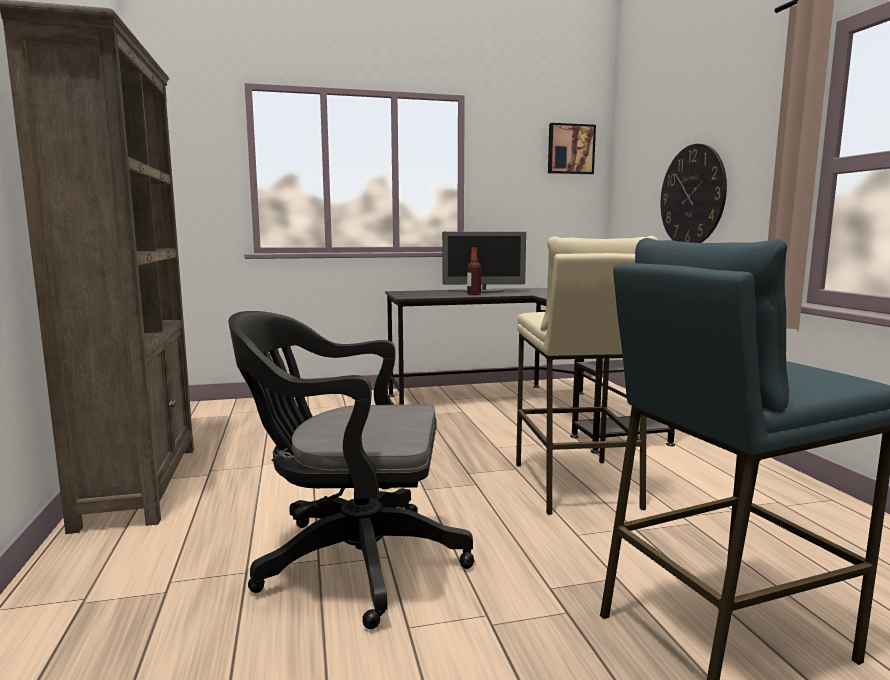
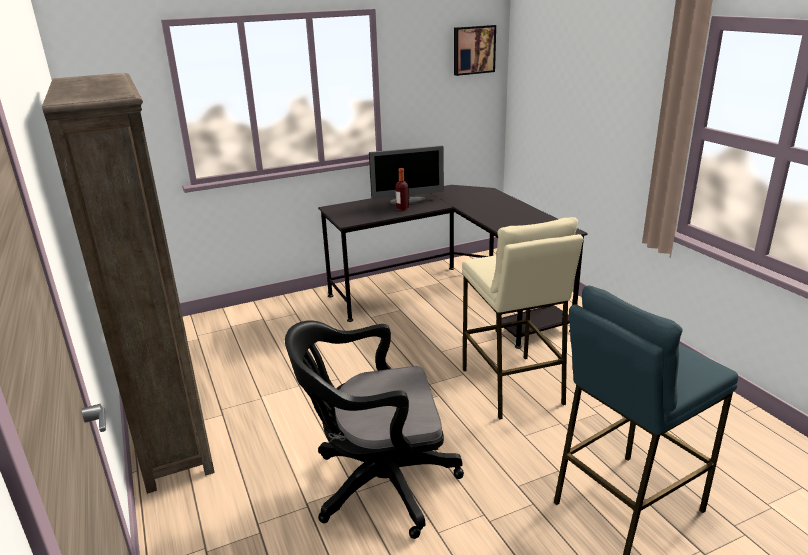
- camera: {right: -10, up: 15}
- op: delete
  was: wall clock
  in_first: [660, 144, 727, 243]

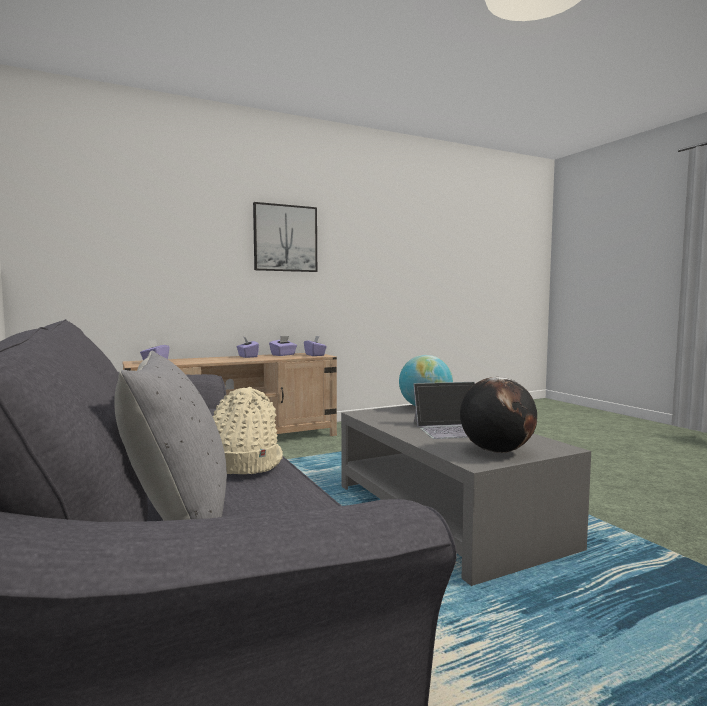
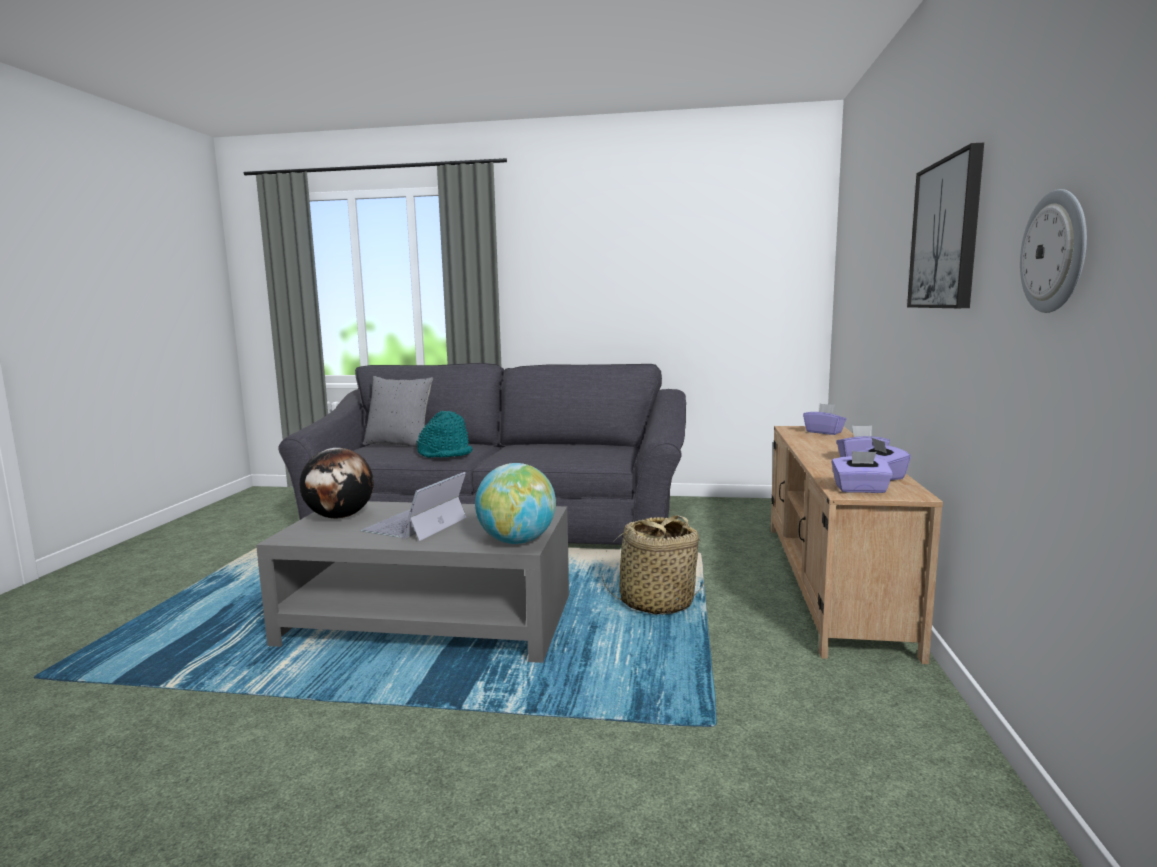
- camera: {right: 125, up: 5}
- op: recolor
  was: hat in beige
  now: hat in turquoise
  in_first: [212, 387, 283, 474]
  in_second: [417, 411, 472, 458]
- op: insert
  now: basket
  in_second: [601, 515, 704, 615]
- op: insert
  now: wall clock
  in_second: [1020, 189, 1087, 313]

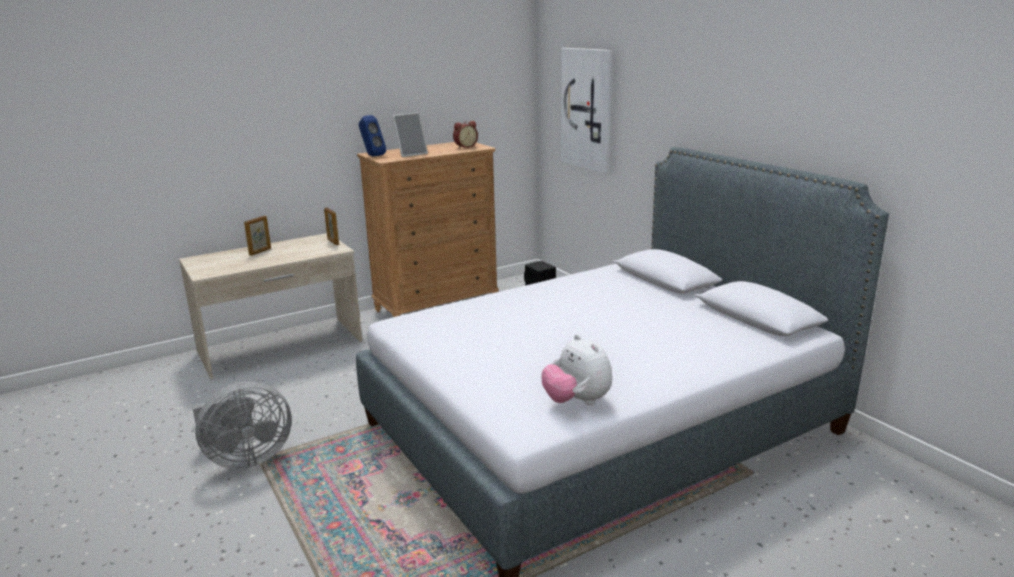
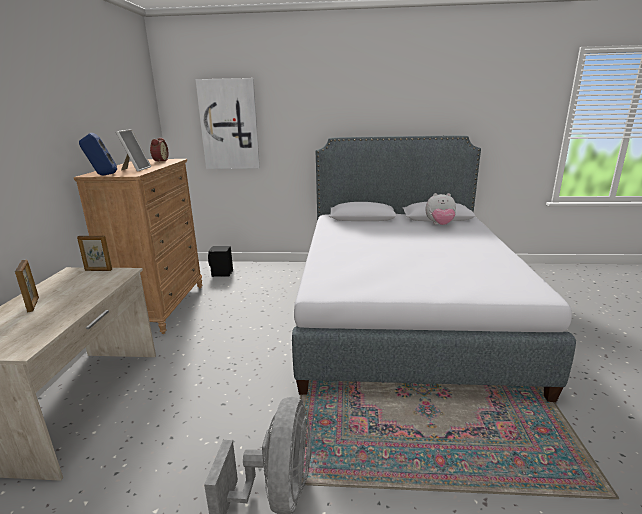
- camera: {right: -55, up: 0}
- op: move
  was: plush toy
  in_first: [541, 334, 612, 405]
  in_second: [425, 193, 456, 225]

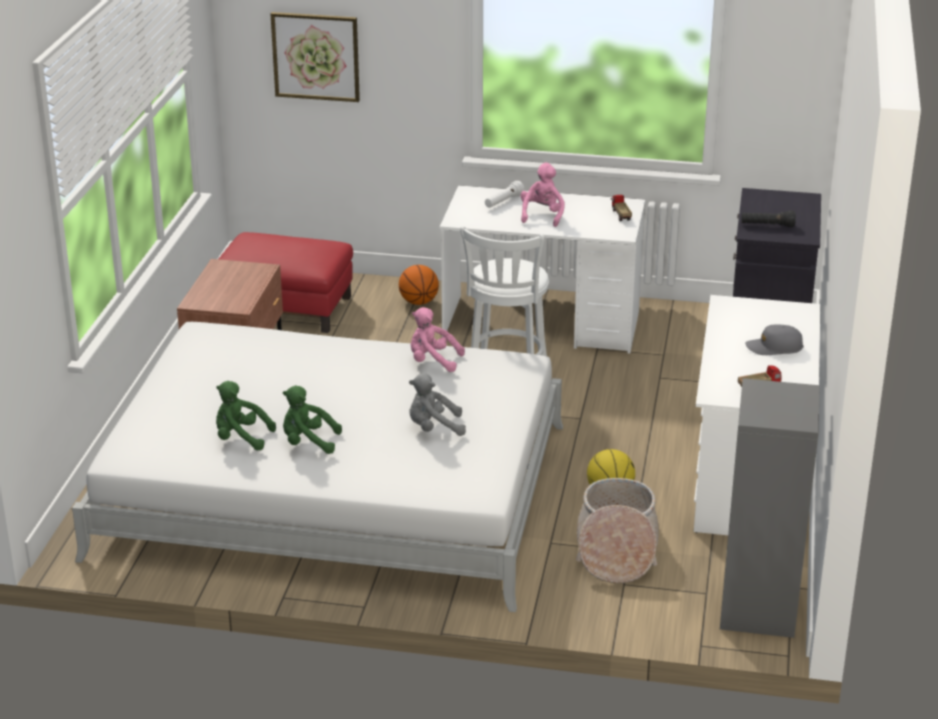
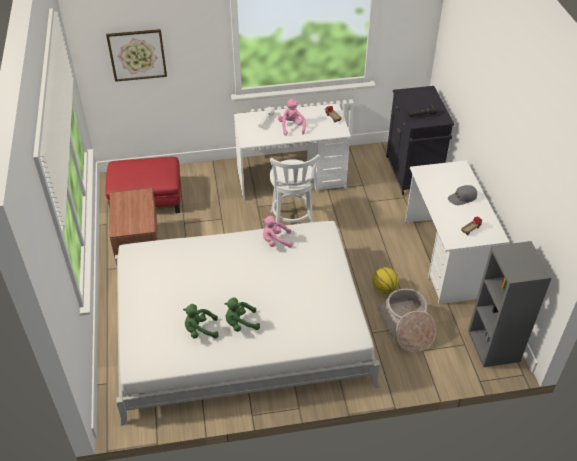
- camera: {right: -20, up: 15}
- op: delete
  was: basketball
  in_first: [399, 265, 439, 305]
- op: delete
  was: plush toy in grey
  in_first: [409, 373, 466, 436]

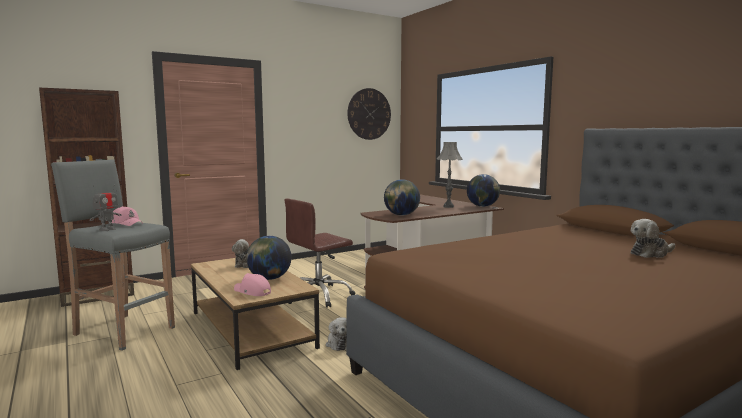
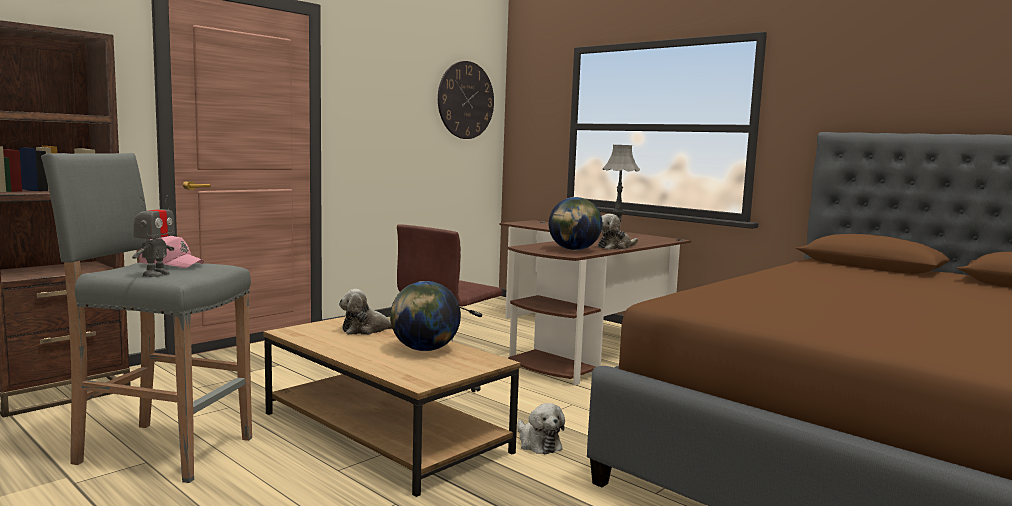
- camera: {right: -15, up: 0}
- op: move
  was: plush toy
  in_first: [631, 219, 675, 258]
  in_second: [598, 214, 638, 250]
- op: delete
  was: cap in pink
  in_first: [234, 273, 271, 296]
- op: delete
  was: globe
  in_first: [467, 174, 500, 207]

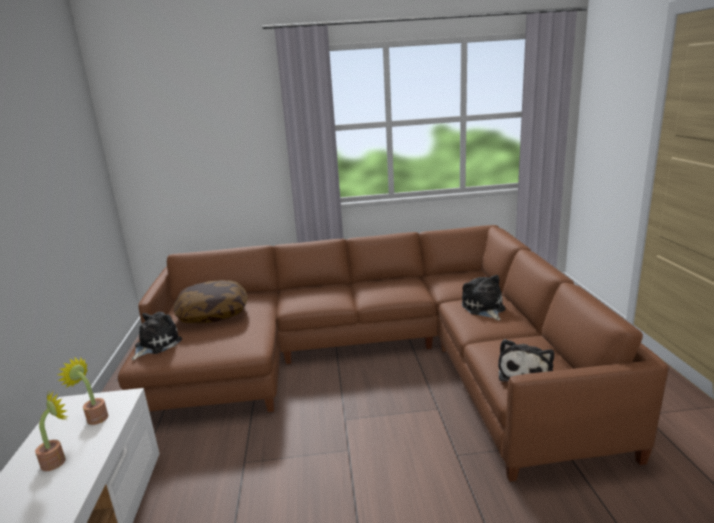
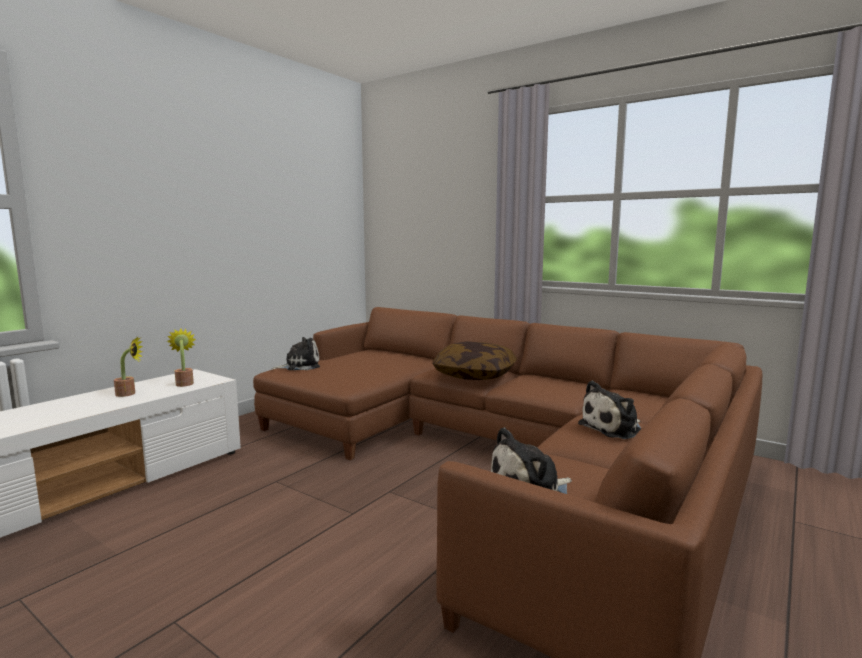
- camera: {right: 40, up: -10}
- op: move
  was: pillow
  in_first: [174, 280, 247, 323]
  in_second: [432, 341, 517, 380]
- op: rotate
  was: plush toy
  in_first: [462, 275, 506, 320]
  in_second: [578, 381, 641, 439]
  clockwise: -150

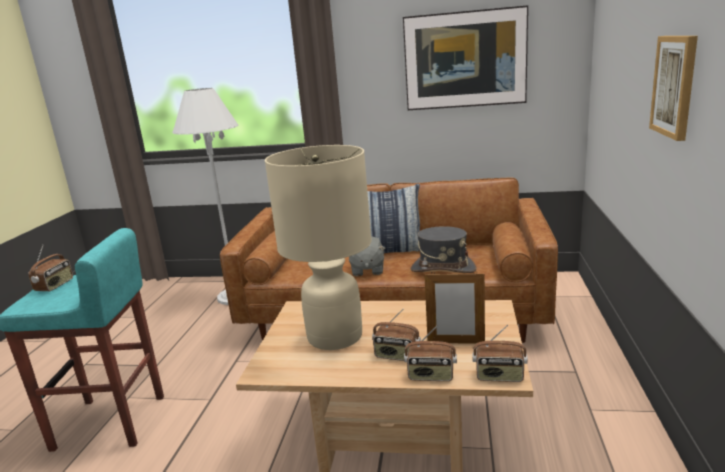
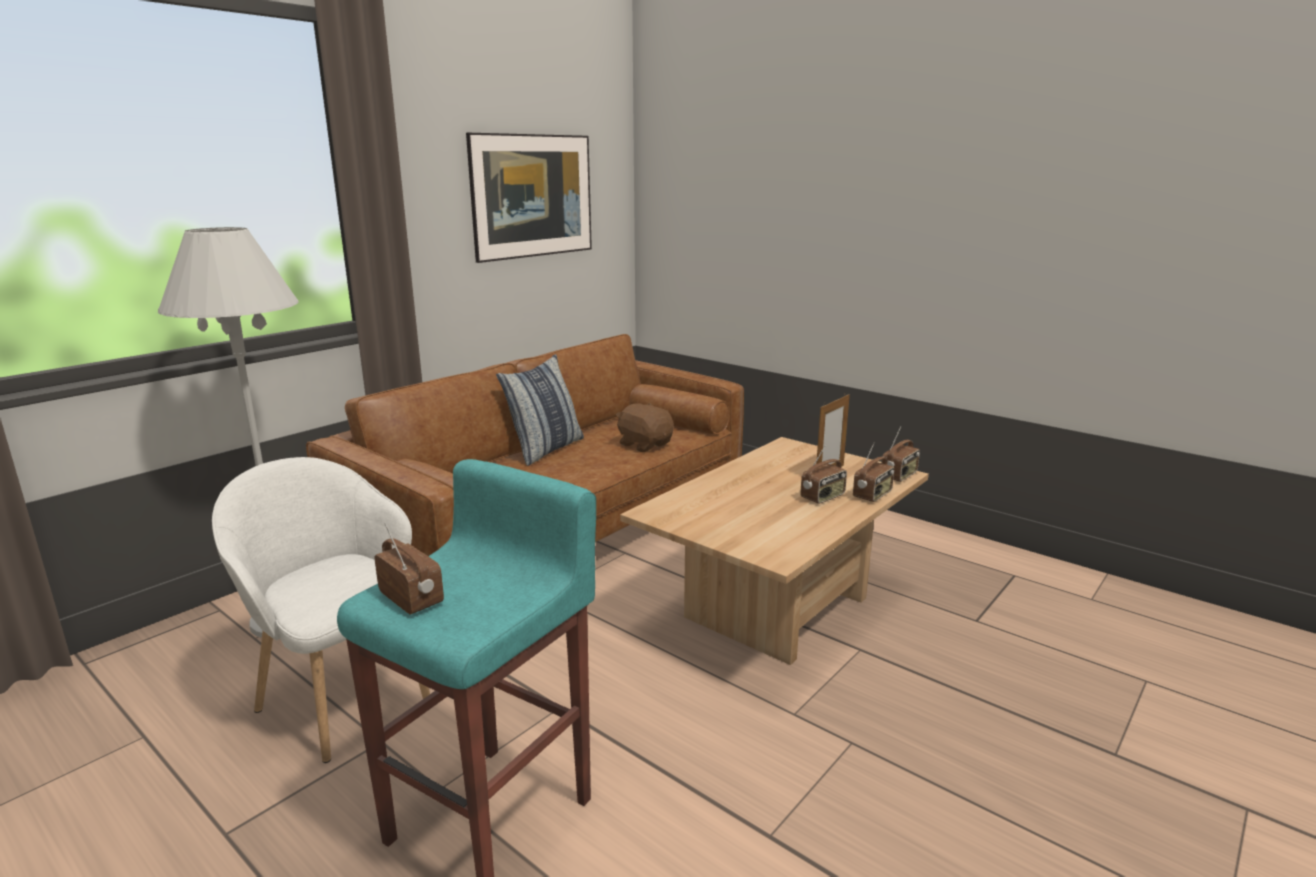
- camera: {right: -60, up: 0}
- op: insert
  now: armchair in white
  in_second: [212, 457, 430, 763]
- op: replace
  was: hat in grey
  now: plush toy in brown
  in_first: [411, 226, 477, 273]
  in_second: [616, 403, 674, 452]
- op: delete
  was: table lamp in beige
  in_first: [265, 145, 372, 350]
- op: delete
  was: plush toy in grey
  in_first: [349, 236, 385, 277]
- op: delete
  was: picture
  in_first: [649, 36, 698, 141]

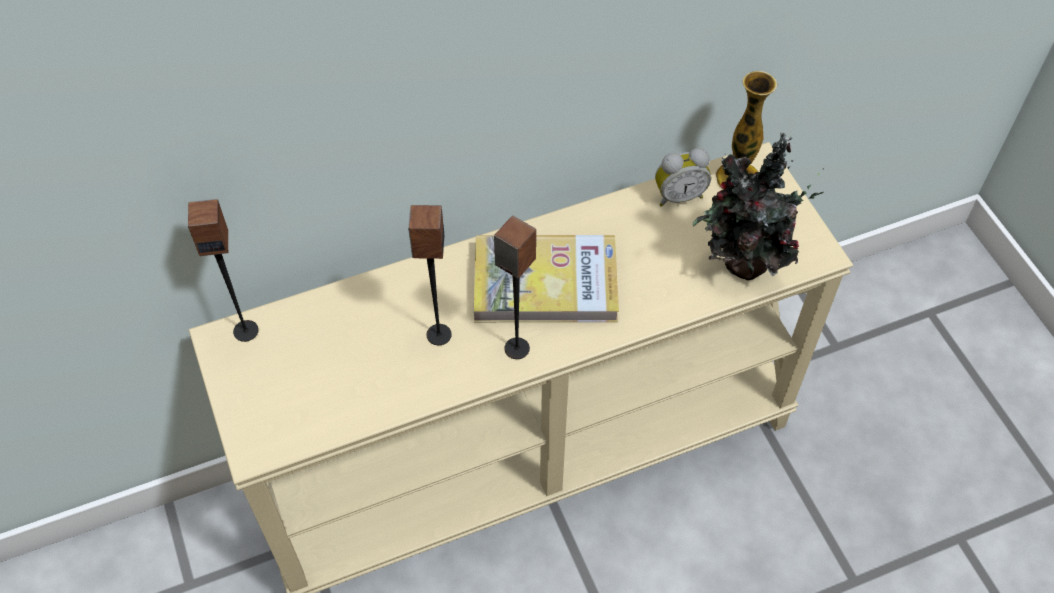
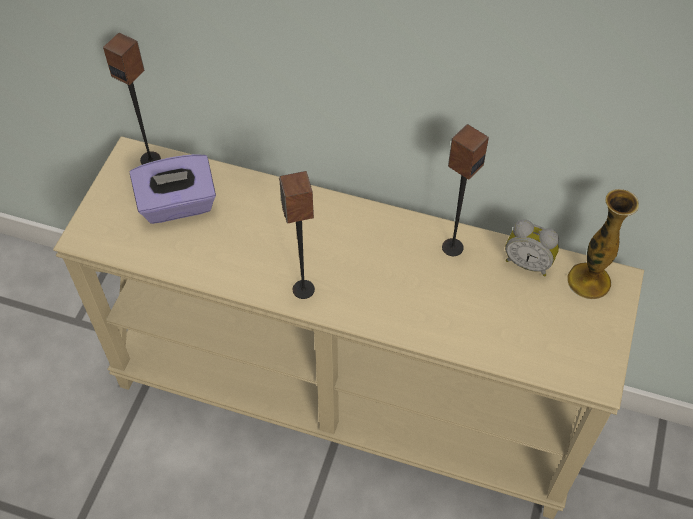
- camera: {right: 40, up: 0}
- op: insert
  now: tissue box in purple
  in_second: [130, 154, 216, 224]
- op: move
  was: speaker
  in_first: [408, 205, 452, 345]
  in_second: [442, 124, 489, 256]
- op: delete
  was: book
  in_first: [474, 235, 619, 322]
- op: delete
  was: potted plant
  in_first: [693, 132, 824, 280]

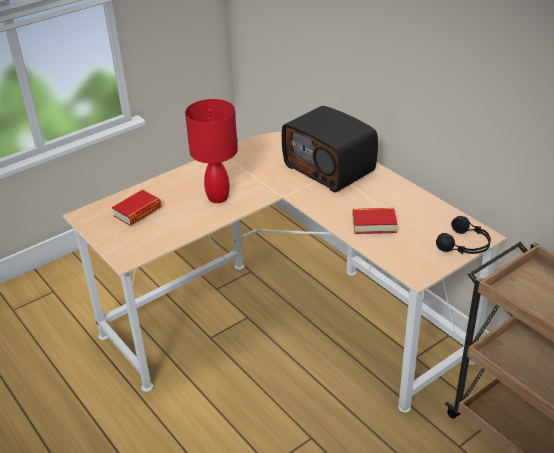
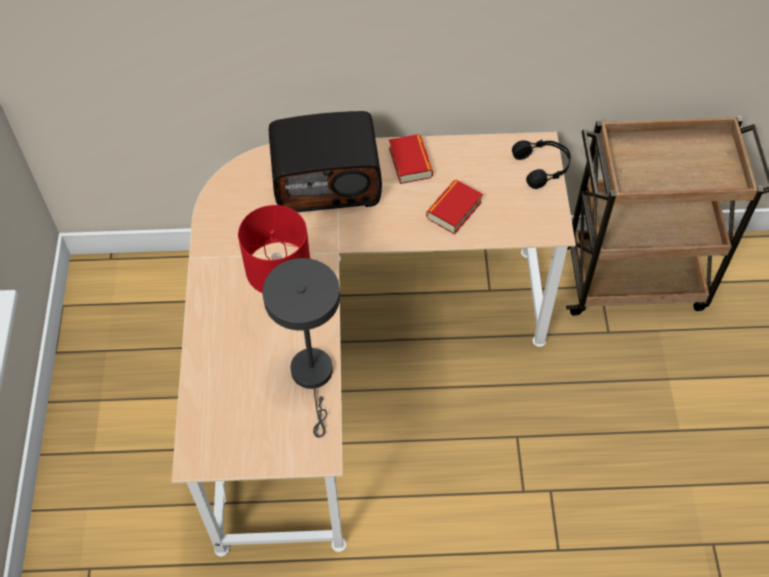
- camera: {right: -55, up: 20}
- op: insert
  now: table lamp in grey
  in_second: [262, 258, 340, 438]
- op: move
  was: book
  in_first: [112, 190, 162, 226]
  in_second: [389, 134, 433, 184]

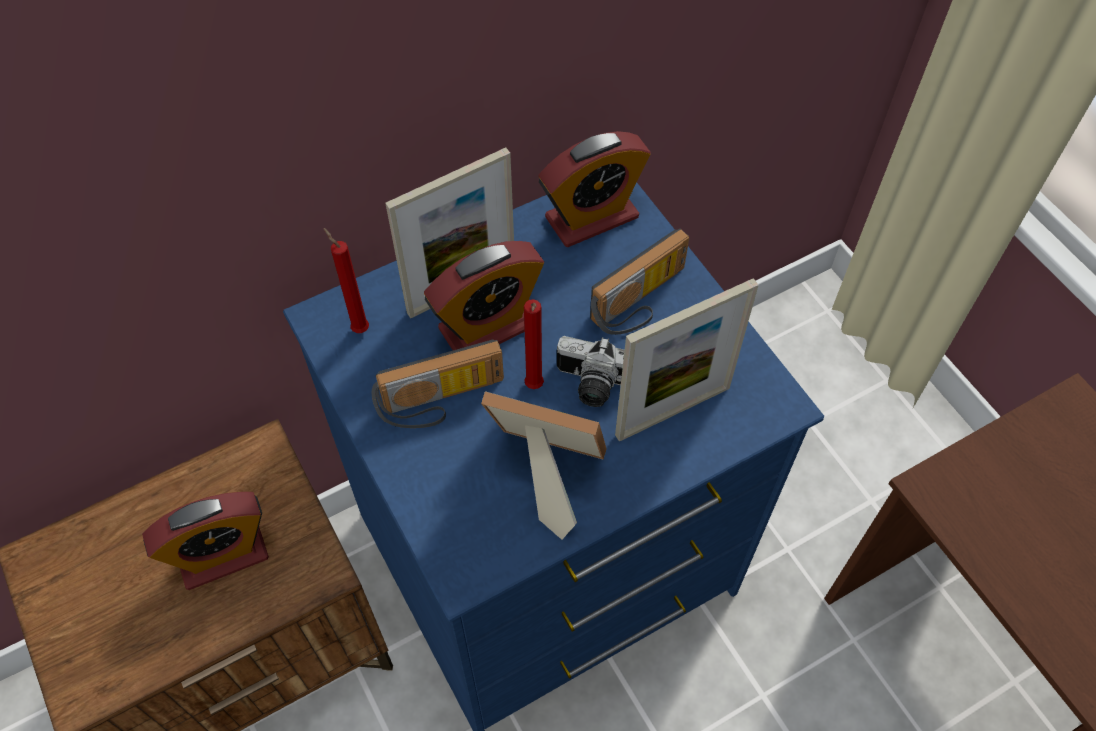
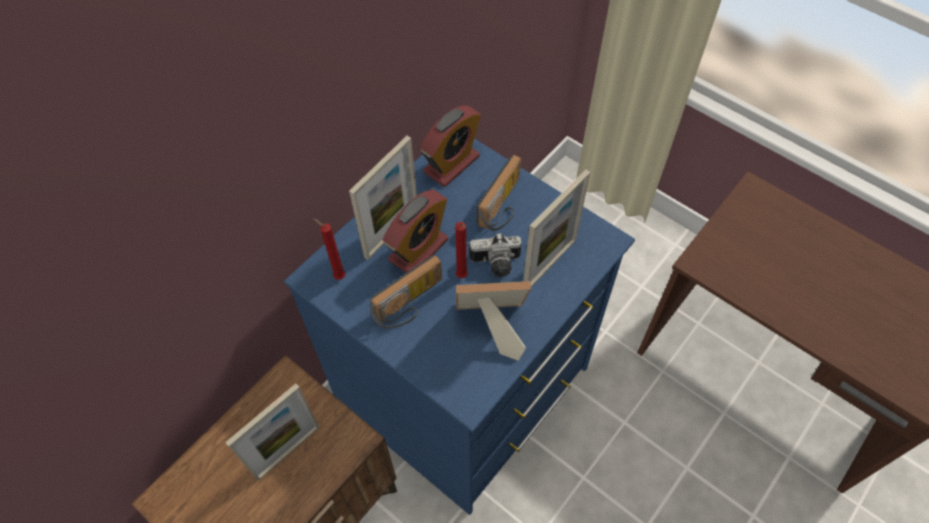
- camera: {right: -20, up: 0}
- op: replace
  was: alarm clock
  now: picture frame
  in_first: [142, 492, 269, 590]
  in_second: [225, 384, 320, 481]

